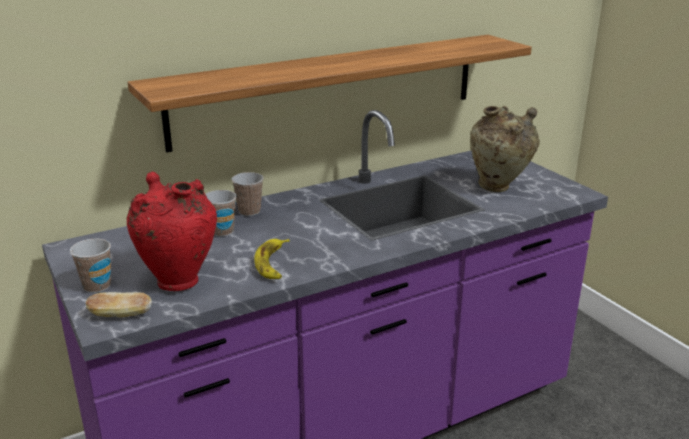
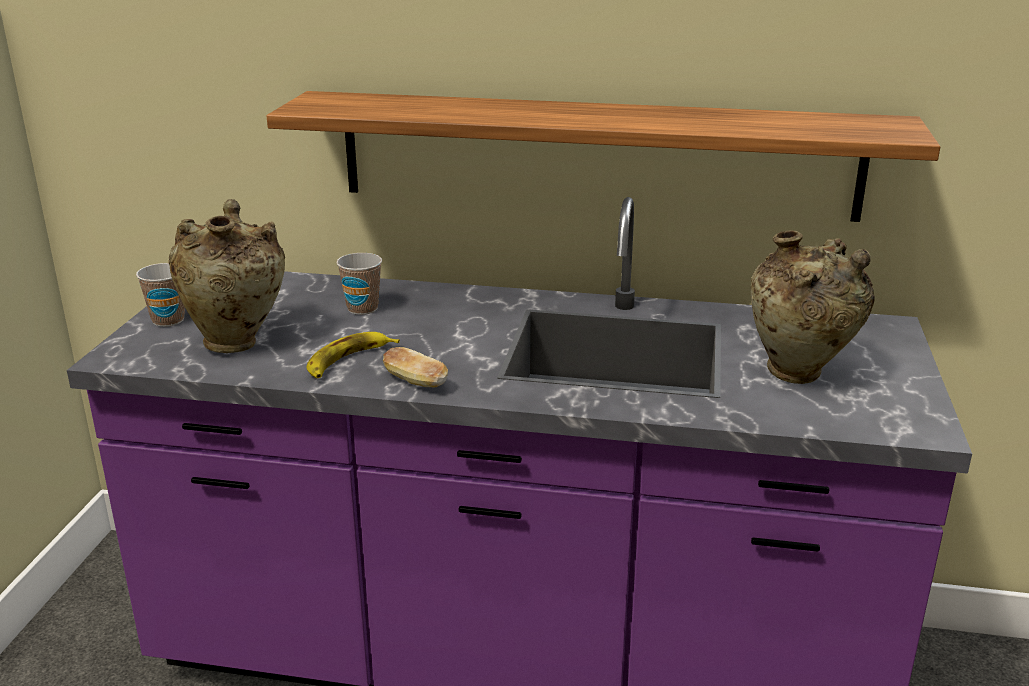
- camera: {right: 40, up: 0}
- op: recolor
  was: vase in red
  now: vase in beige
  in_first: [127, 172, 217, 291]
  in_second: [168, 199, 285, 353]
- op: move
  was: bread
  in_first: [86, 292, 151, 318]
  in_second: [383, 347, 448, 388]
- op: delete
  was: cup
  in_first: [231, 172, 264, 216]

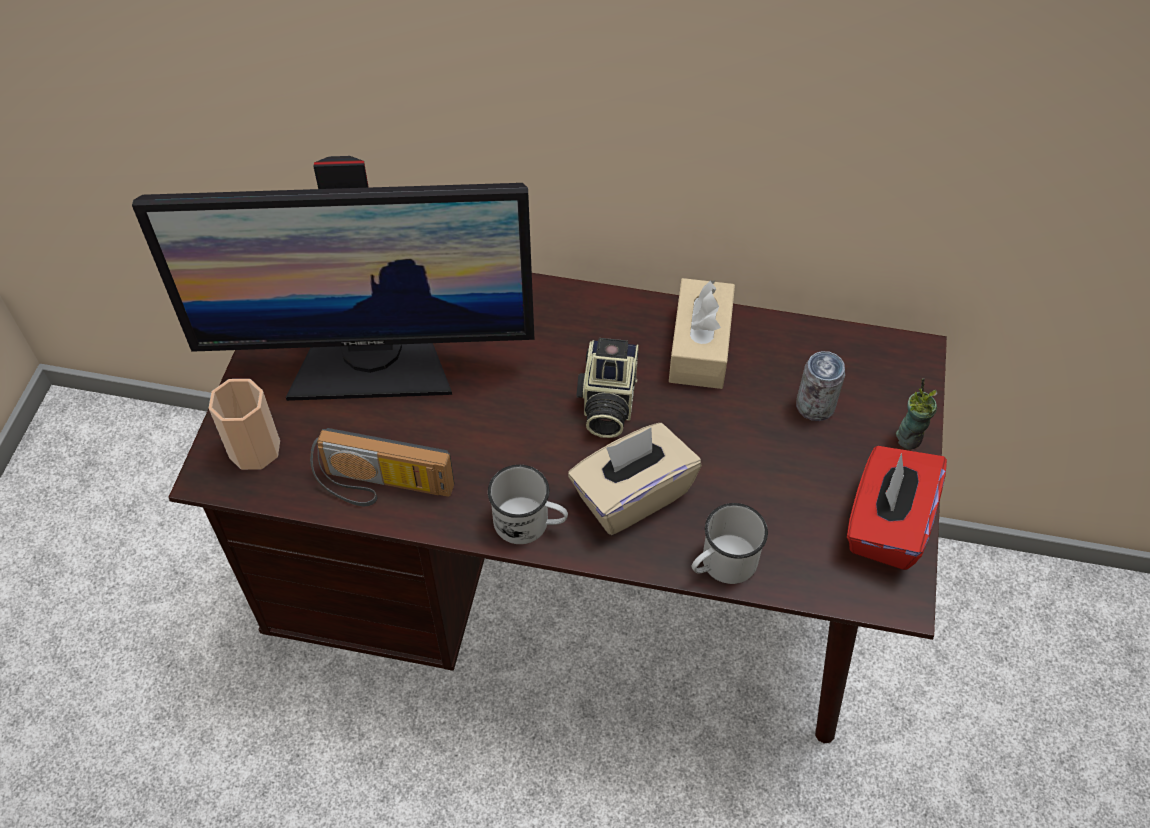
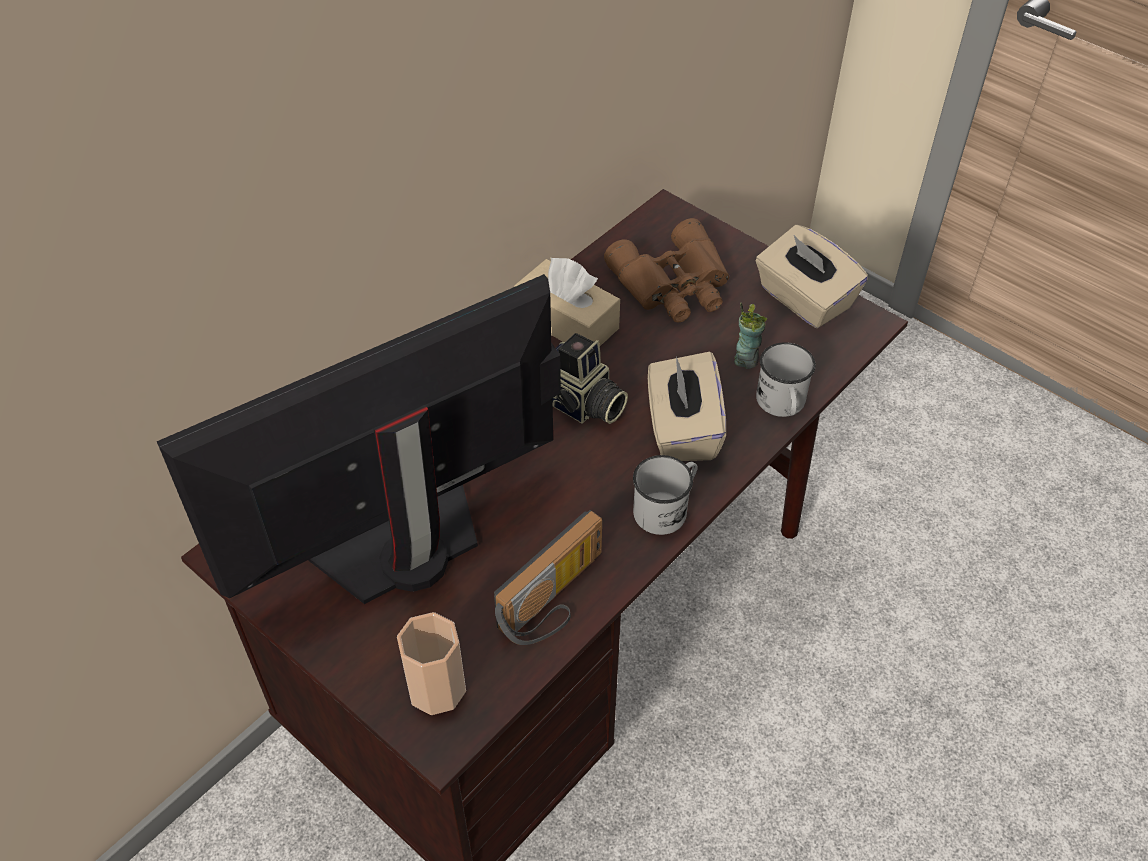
- camera: {right: -60, up: -5}
- op: rotate
  was: monitor
  in_first: [132, 156, 534, 401]
  in_second: [157, 274, 561, 604]
  clockwise: -150
- op: replace
  was: can
  now: binoculars in brown
  in_first: [796, 351, 845, 421]
  in_second: [604, 218, 729, 322]
- op: move
  was: cup
  in_first: [896, 378, 938, 449]
  in_second: [734, 302, 767, 369]
- op: recolor
  was: tissue box in red
  now: tissue box in beige
  in_first: [847, 446, 947, 570]
  in_second: [755, 225, 868, 328]

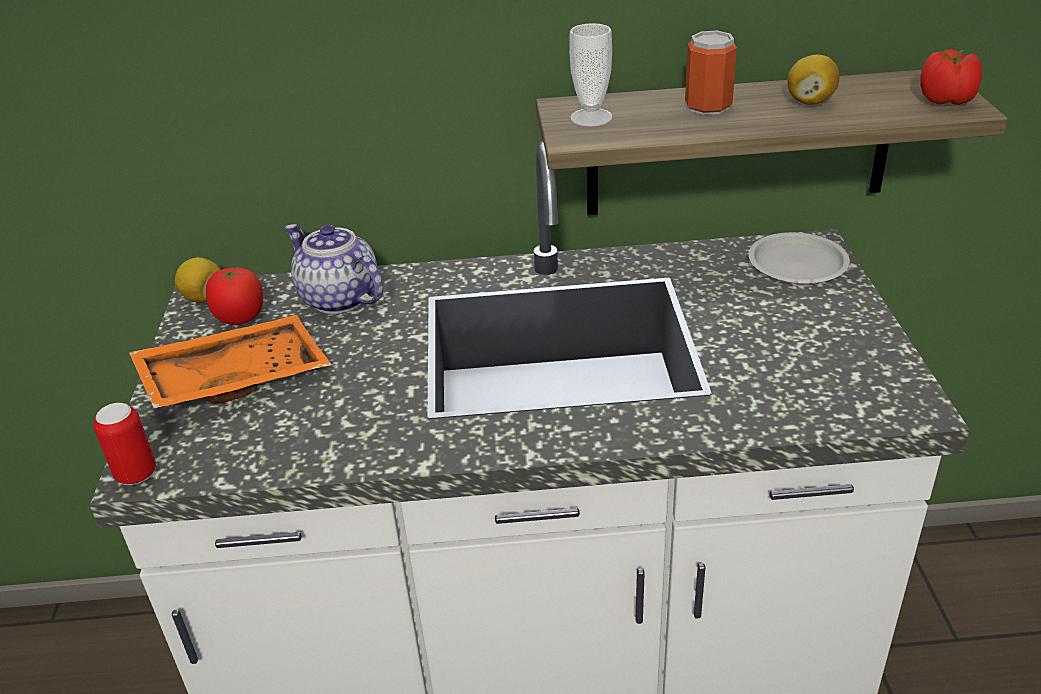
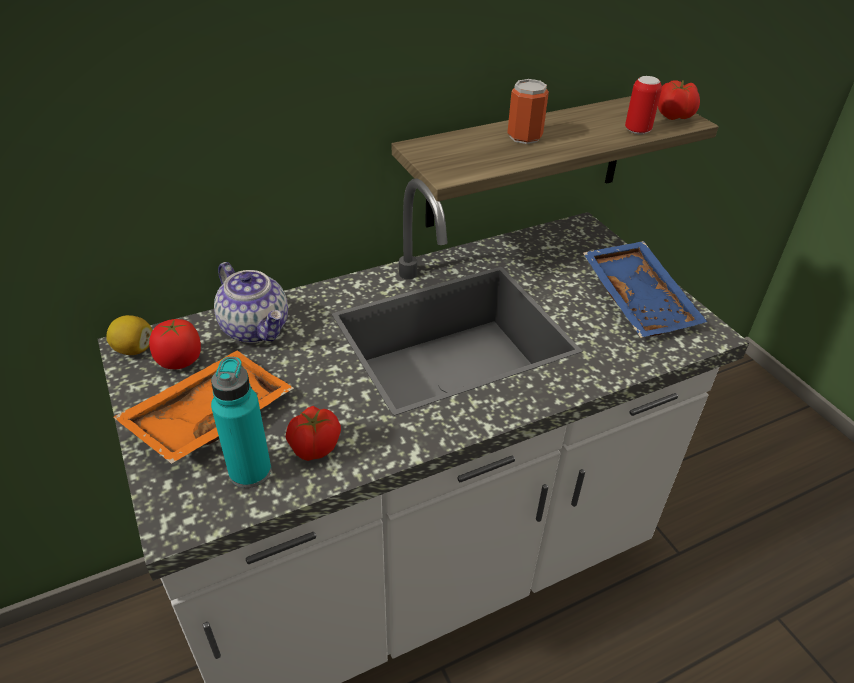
- camera: {right: -25, up: 5}
- op: insert
  now: bottle in turquoise
  in_second: [211, 357, 271, 488]
- op: rotate
  was: teapot
  in_first: [285, 224, 383, 314]
  in_second: [214, 262, 288, 343]
  clockwise: -150
- op: insert
  now: tomato
  in_second: [286, 406, 341, 461]
- op: insert
  now: tray in blue
  in_second: [583, 241, 707, 338]
- op: move
  was: can
  in_first: [94, 403, 156, 485]
  in_second: [625, 76, 662, 135]
- op: delete
  was: cup
  in_first: [569, 23, 613, 127]
- op: delete
  was: plate in white
  in_first: [749, 232, 850, 284]
- op: delete
  was: lemon
  in_first: [788, 55, 839, 105]

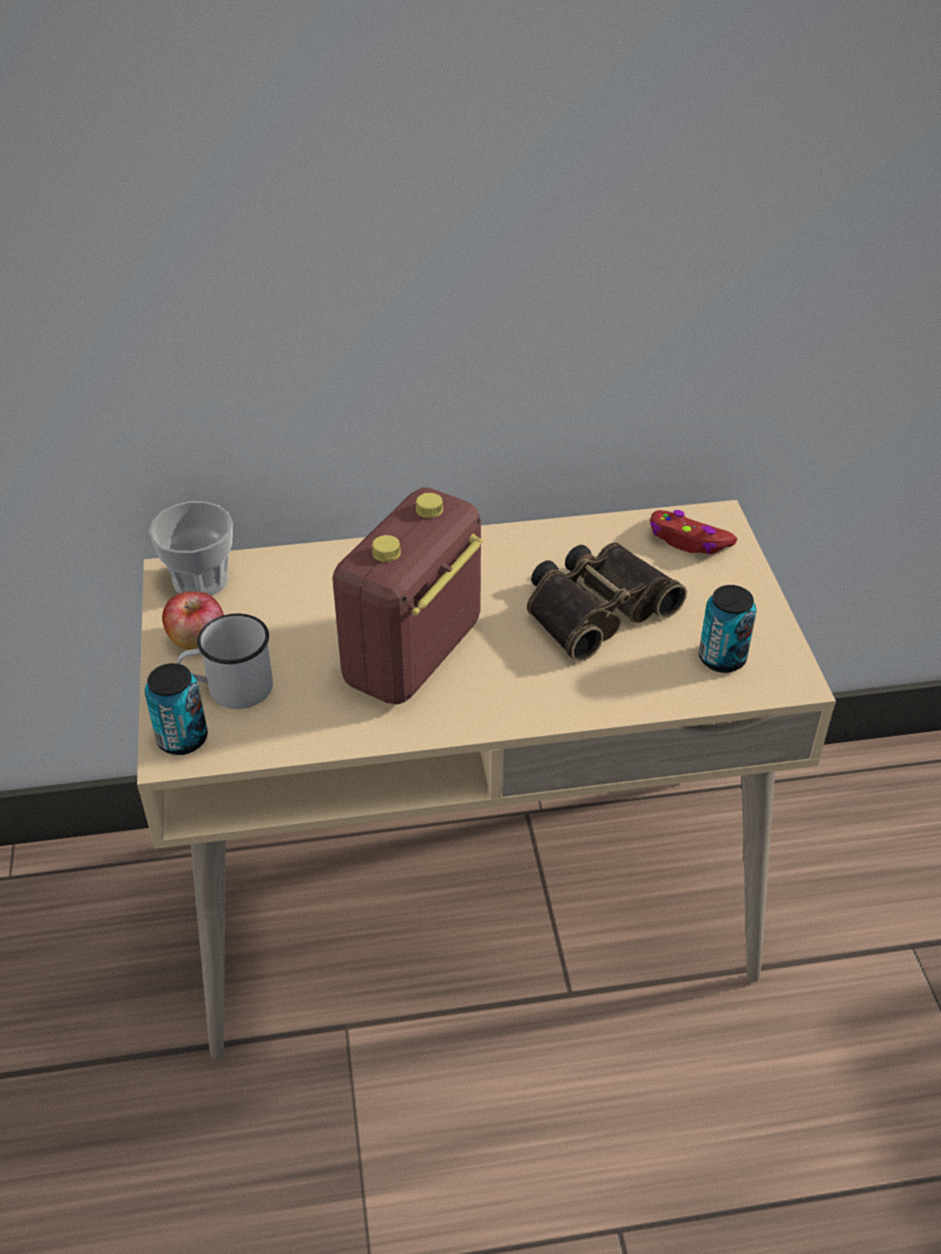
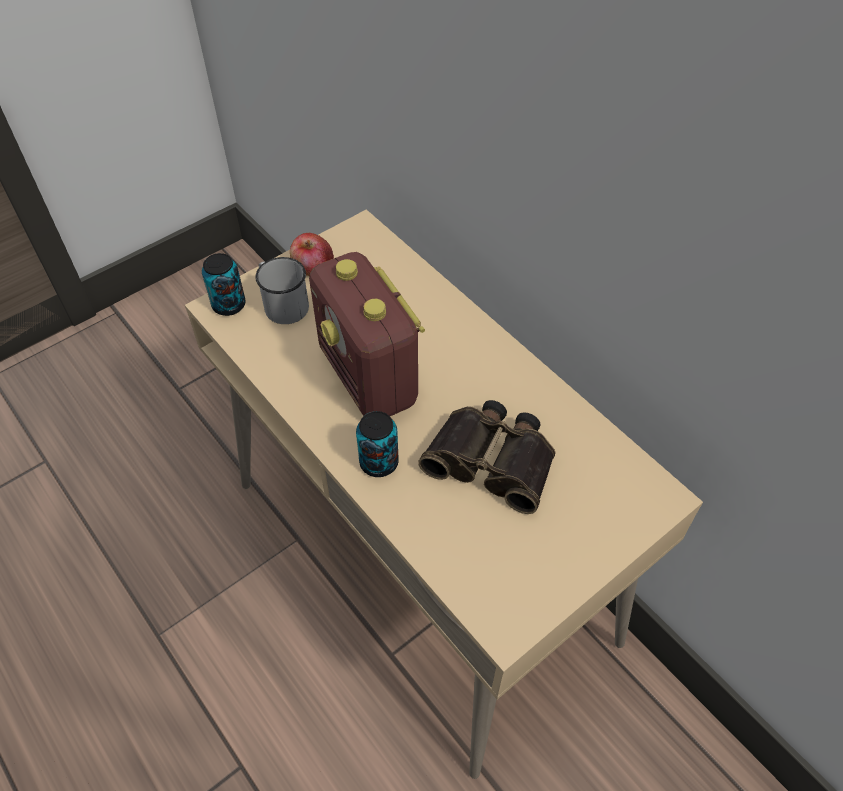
- camera: {right: 60, up: 10}
- op: rotate
  was: radio
  in_first: [332, 487, 483, 704]
  in_second: [309, 252, 425, 416]
  clockwise: -120
- op: move
  was: can
  in_first: [699, 585, 756, 673]
  in_second: [356, 411, 399, 477]
- op: delete
  was: cup
  in_first: [149, 501, 233, 596]
- op: delete
  was: game controller in red
  in_first: [650, 510, 737, 554]

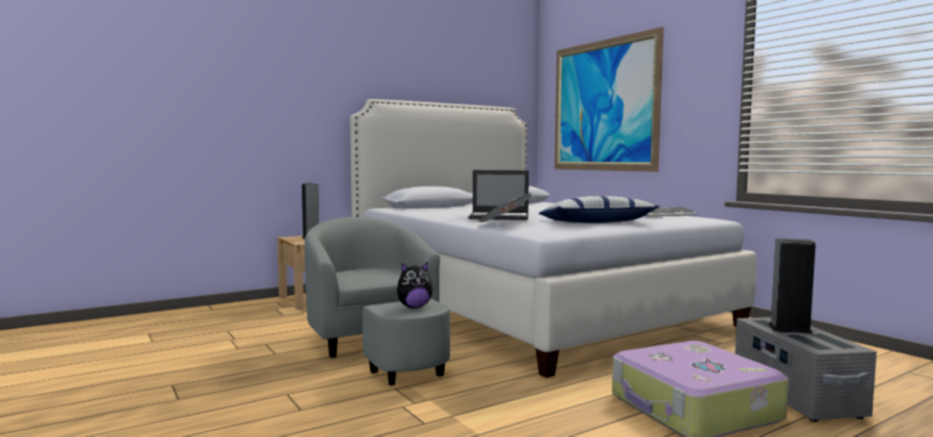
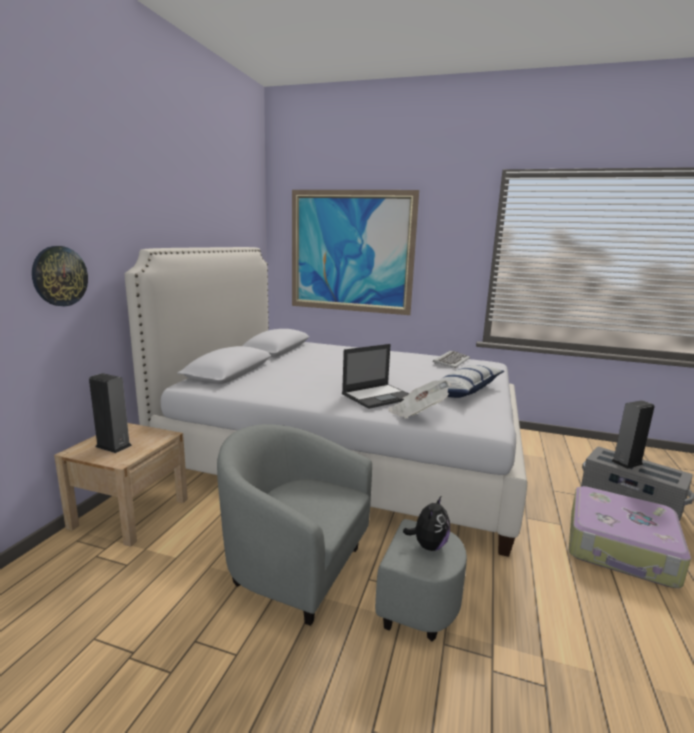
- camera: {right: -40, up: 10}
- op: insert
  now: wall clock
  in_second: [32, 246, 88, 306]

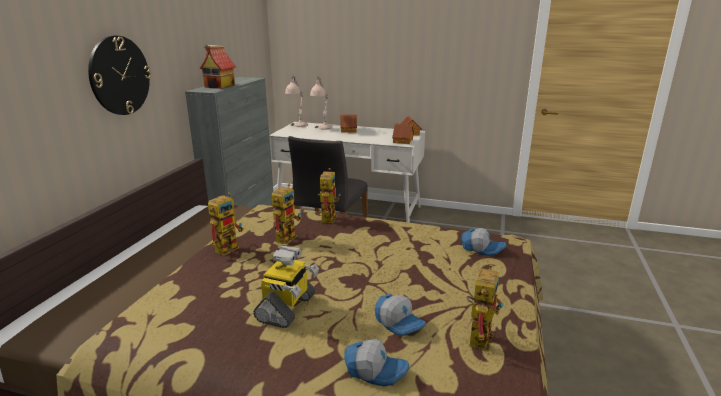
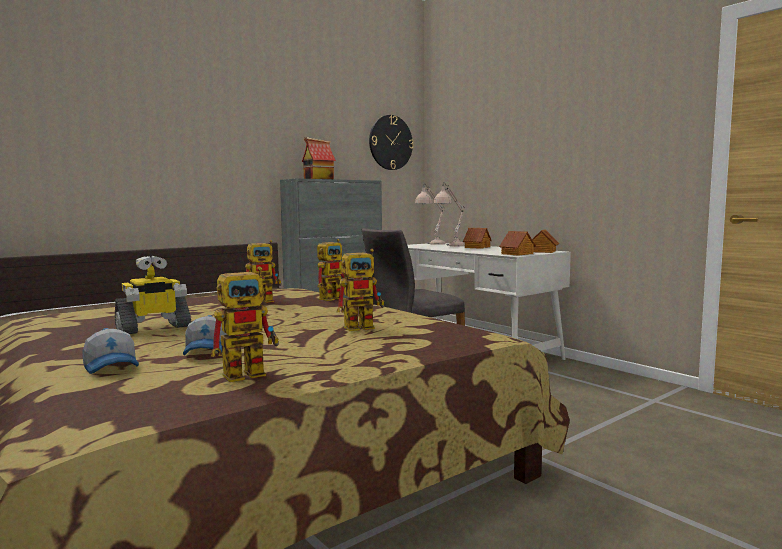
- camera: {right: 35, up: -15}
- op: move
  was: toy robot
  in_first: [208, 192, 244, 256]
  in_second: [337, 249, 384, 331]
- op: move
  was: wall clock
  in_first: [88, 36, 151, 115]
  in_second: [369, 115, 414, 170]
- op: delete
  was: cap
  in_first: [461, 228, 507, 256]

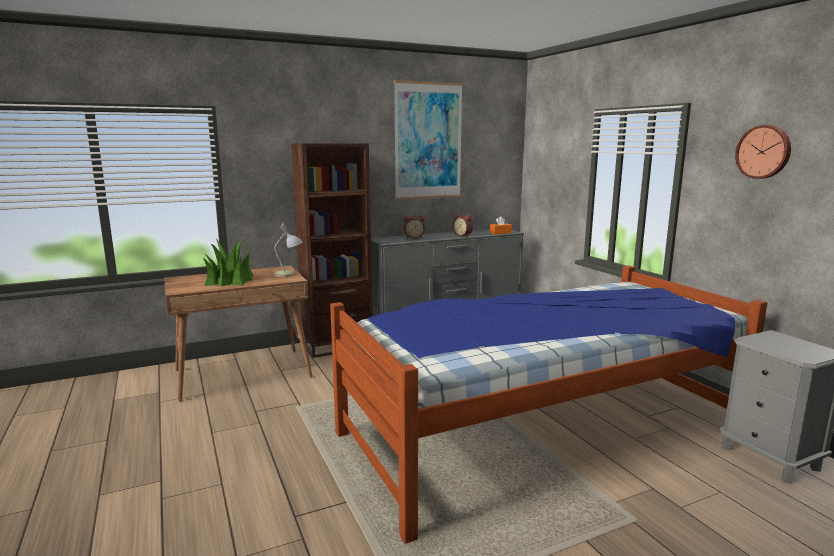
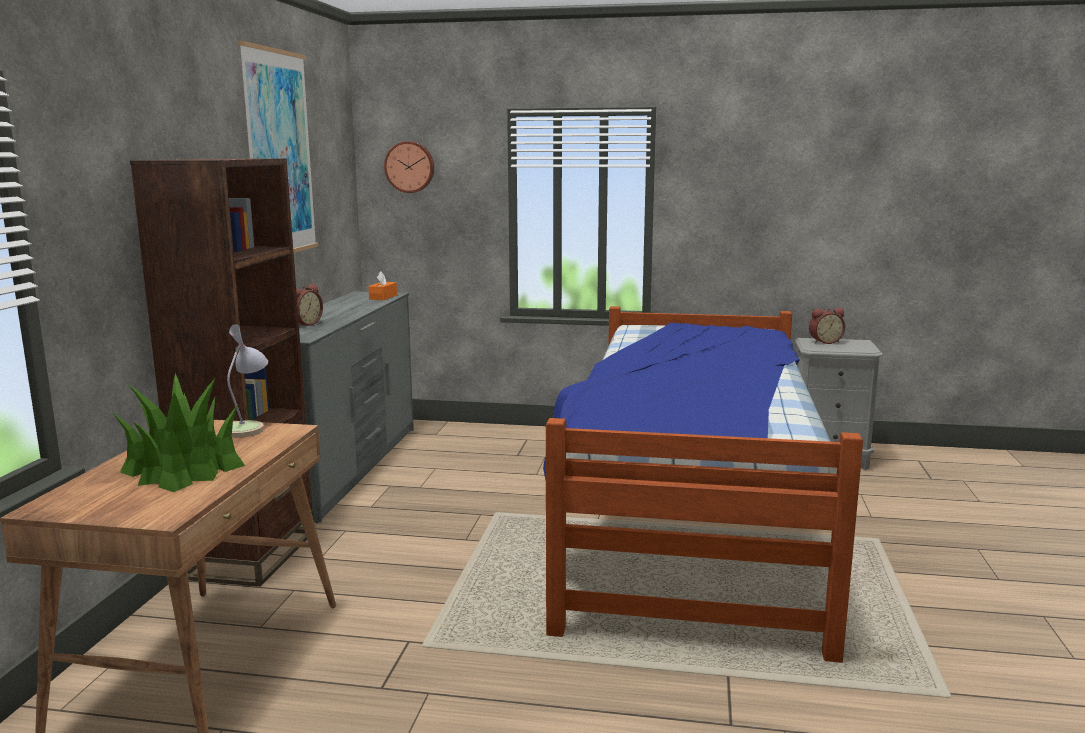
- camera: {right: -55, up: 0}
- op: move
  was: wall clock
  in_first: [735, 125, 791, 179]
  in_second: [384, 141, 434, 193]
- op: move
  was: alarm clock
  in_first: [452, 214, 473, 237]
  in_second: [809, 308, 845, 344]

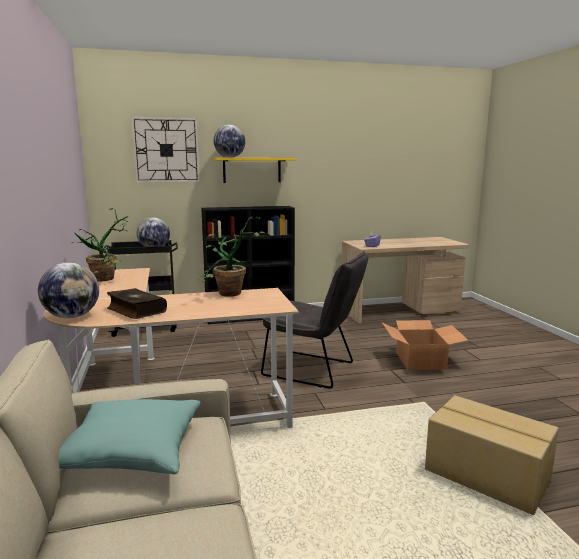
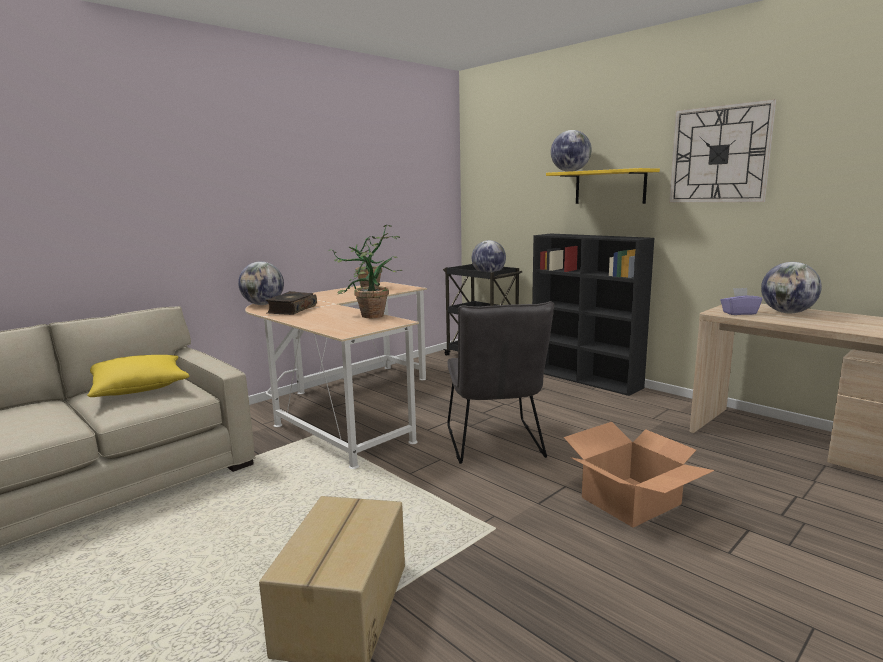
- camera: {right: 60, up: 0}
- op: recolor
  was: pillow in turquoise
  now: pillow in yellow
  in_first: [58, 399, 200, 474]
  in_second: [87, 355, 190, 397]
- op: move
  was: wall clock
  in_first: [131, 117, 200, 183]
  in_second: [669, 99, 776, 202]
- op: insert
  now: globe
  in_second: [761, 262, 822, 313]

